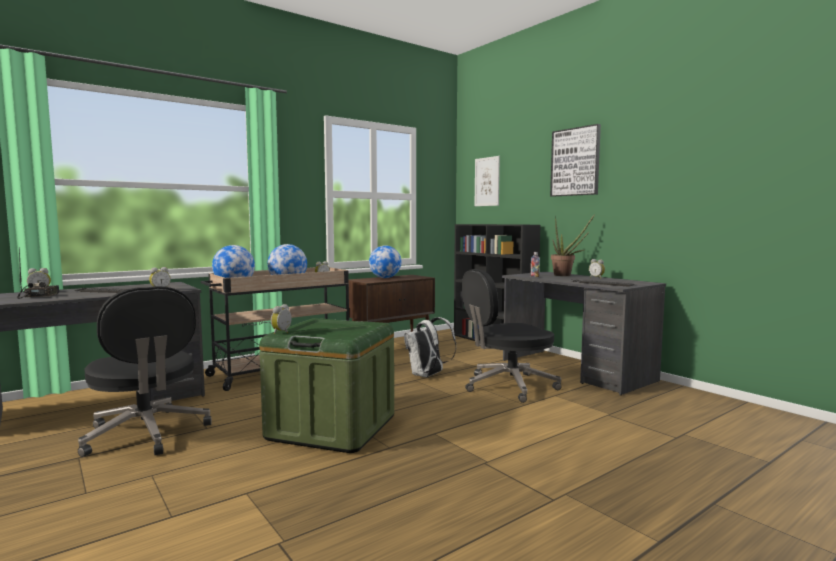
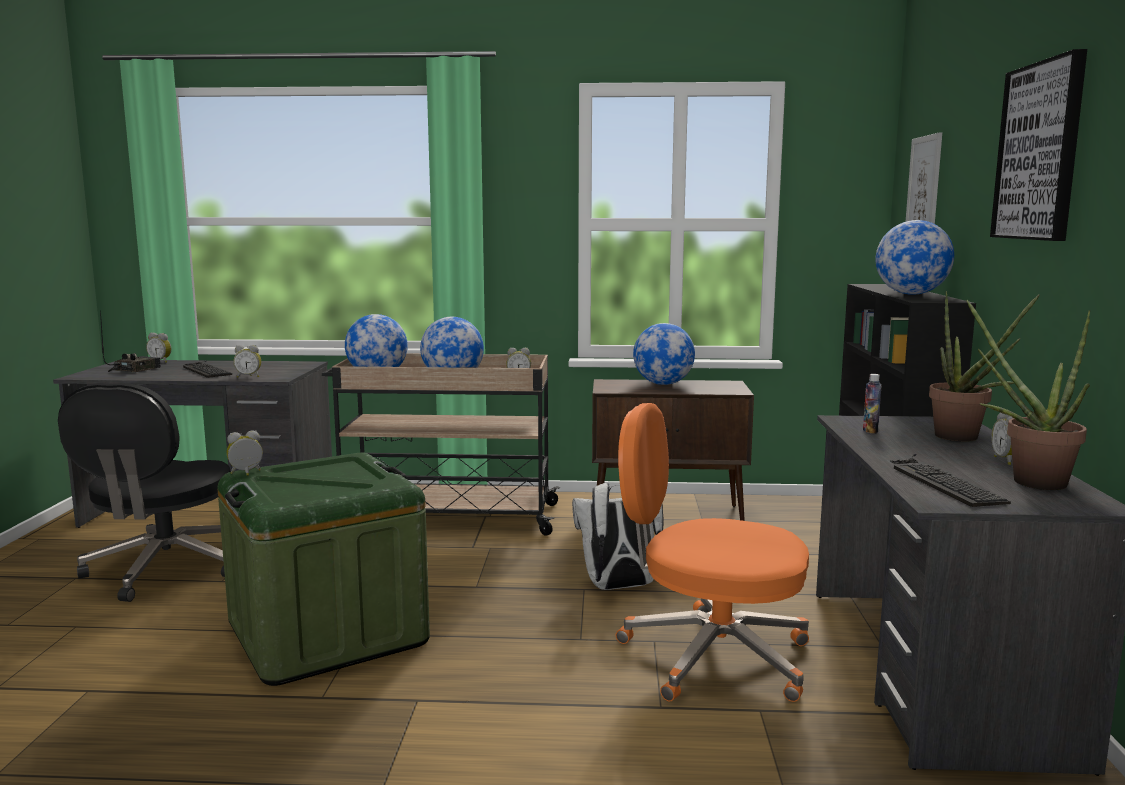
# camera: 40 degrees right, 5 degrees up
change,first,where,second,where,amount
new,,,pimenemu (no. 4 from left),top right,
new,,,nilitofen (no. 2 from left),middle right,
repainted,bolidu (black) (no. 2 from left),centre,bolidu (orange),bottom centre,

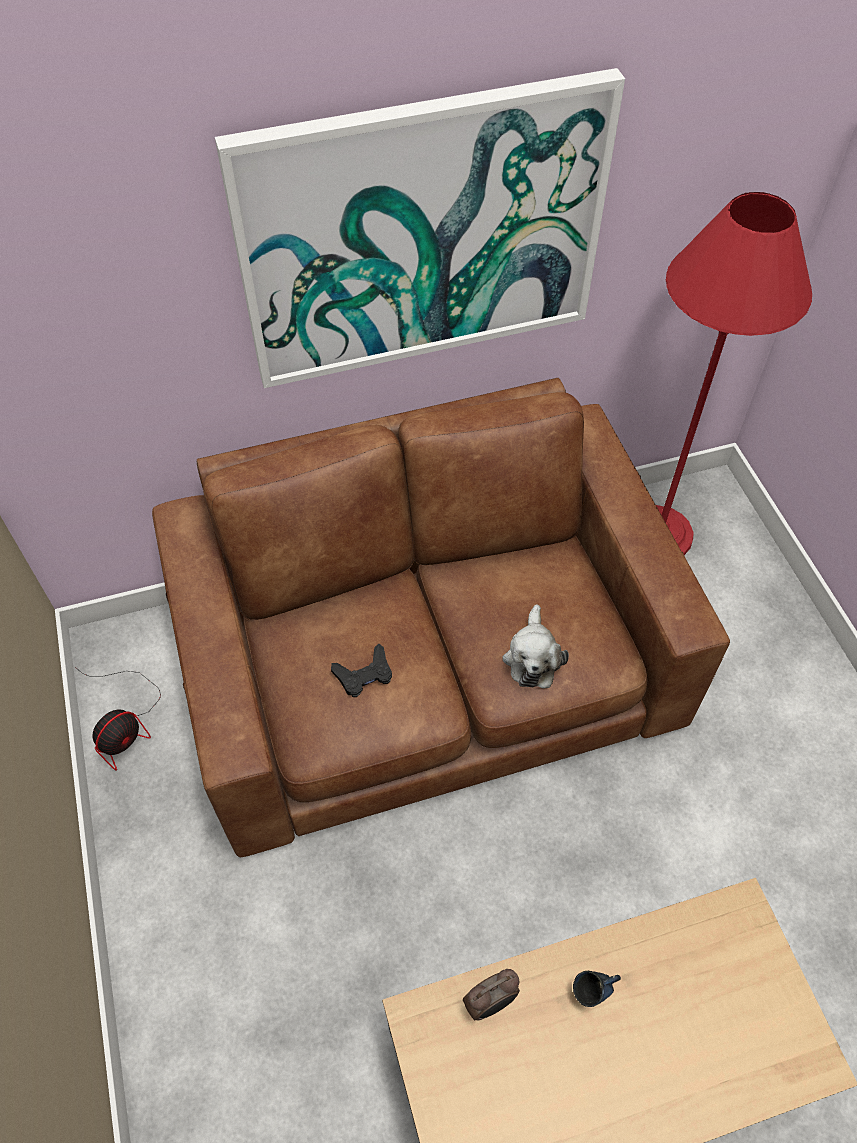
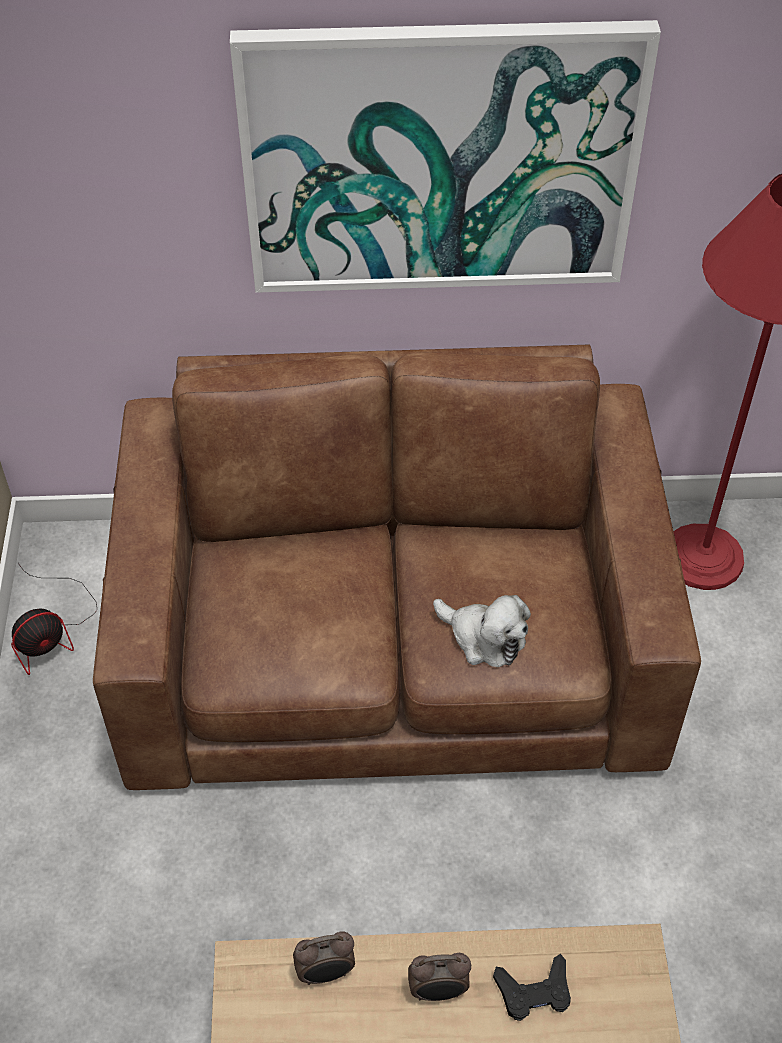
# camera: 15 degrees right, 5 degrees down
change,first,where,second,where,amount
shifted,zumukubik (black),centre,,bottom right,
swapped,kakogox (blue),bottom right,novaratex (no. 2 from left),bottom centre,
rotated,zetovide,centre,,centre,75 degrees counterclockwise

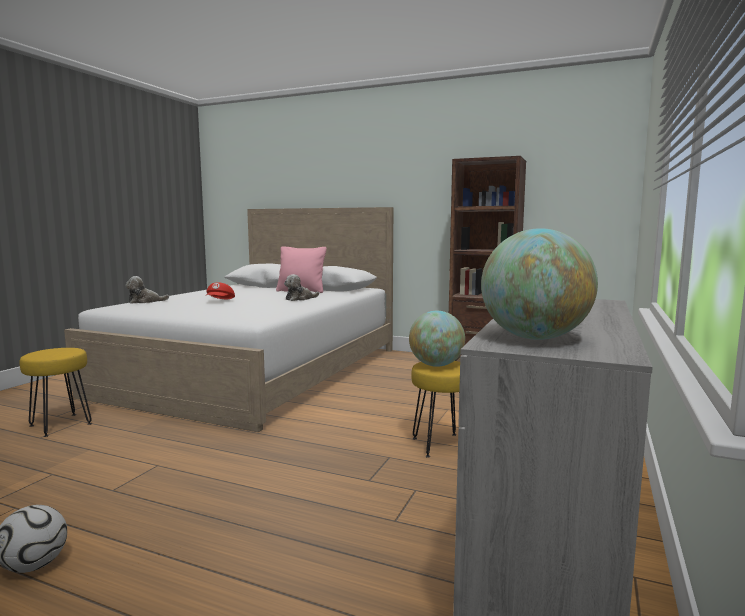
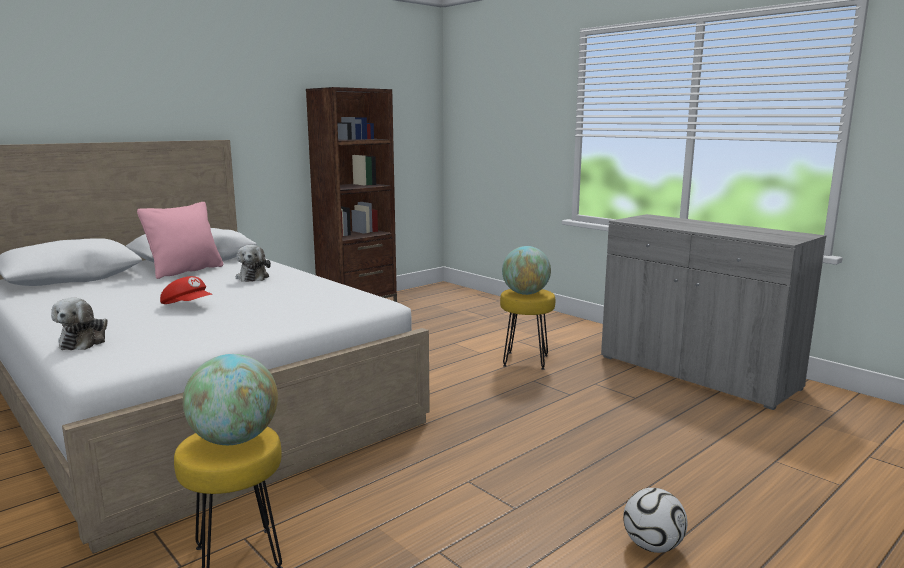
# camera: 65 degrees left, 5 degrees up
change,first,where,second,where,amount
shifted,pimenemu (no. 2 from left in the first image),middle right,pimenemu (no. 1 from left),bottom left,

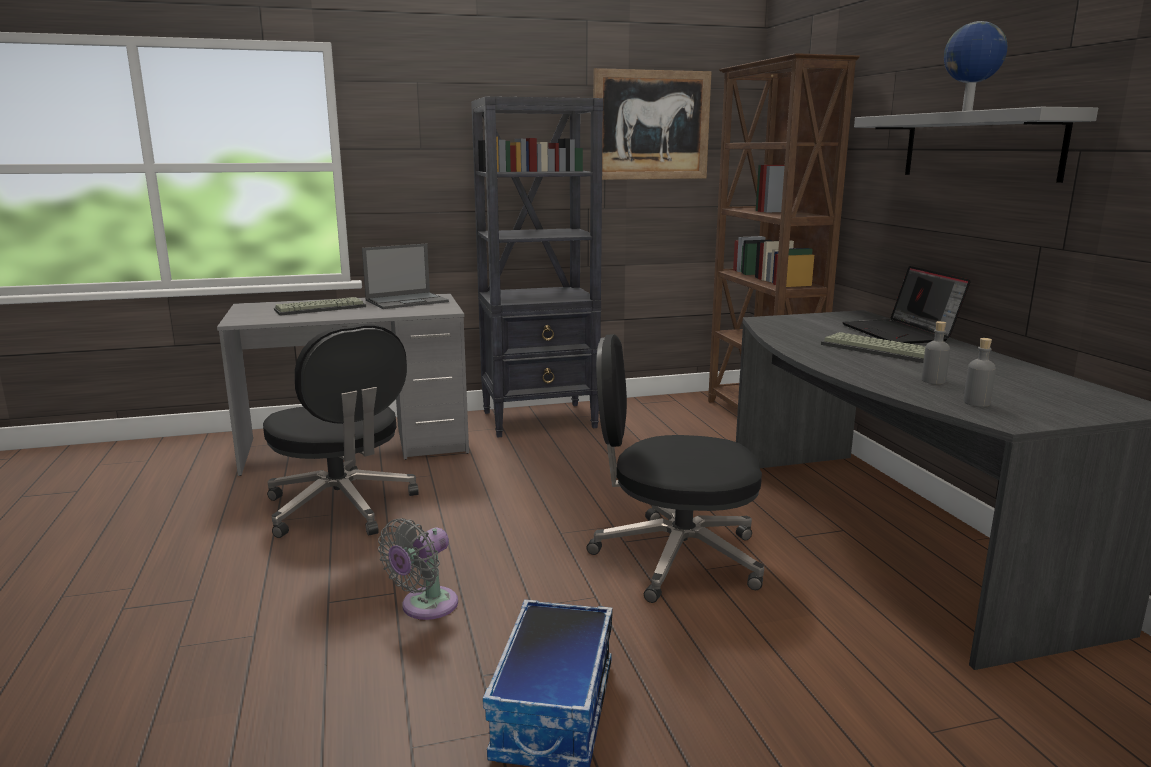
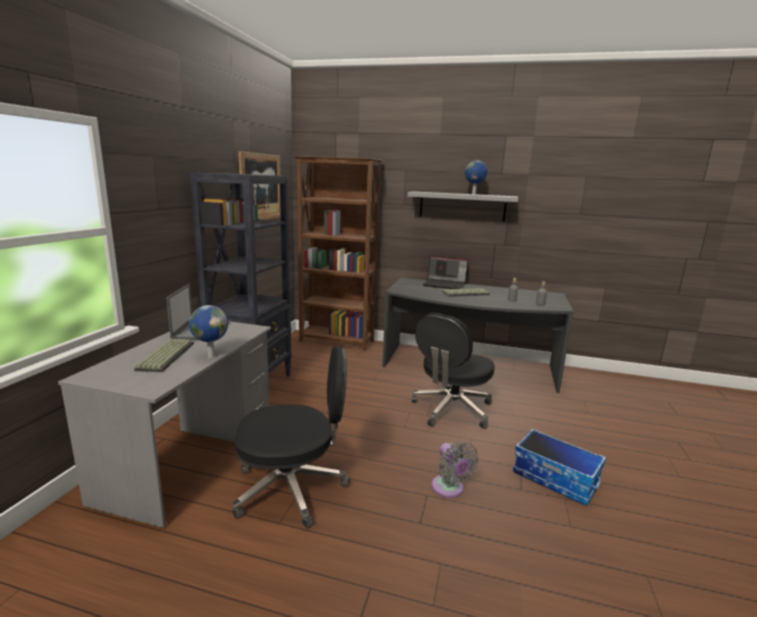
# camera: 60 degrees left, 0 degrees up
change,first,where,second,where,amount
new,,,pimenemu (no. 1 from left),middle left,

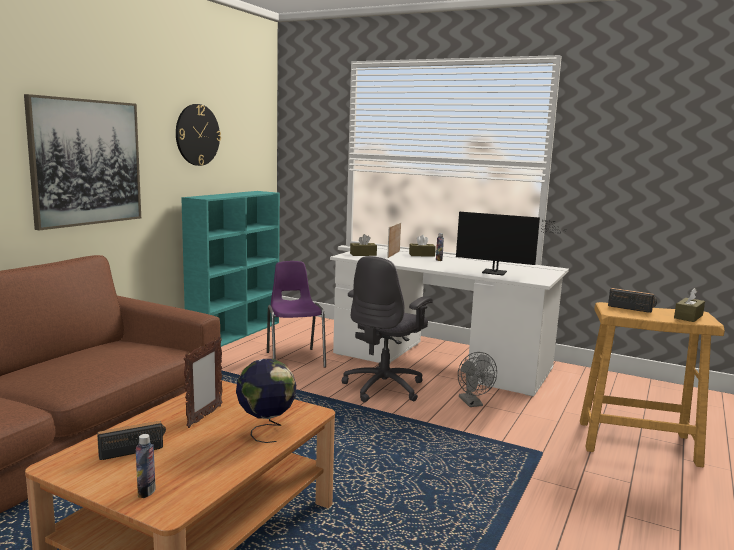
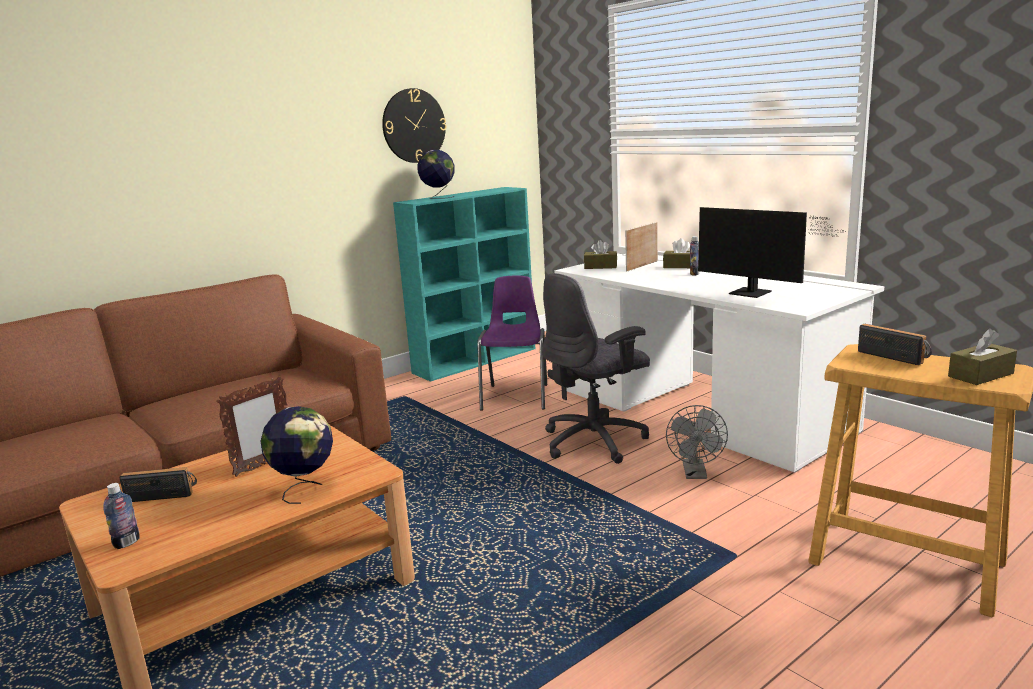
# camera: 25 degrees right, 5 degrees up
change,first,where,second,where,amount
gone,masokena,top left,,,
new,,,pimenemu (no. 2 from left),top centre,

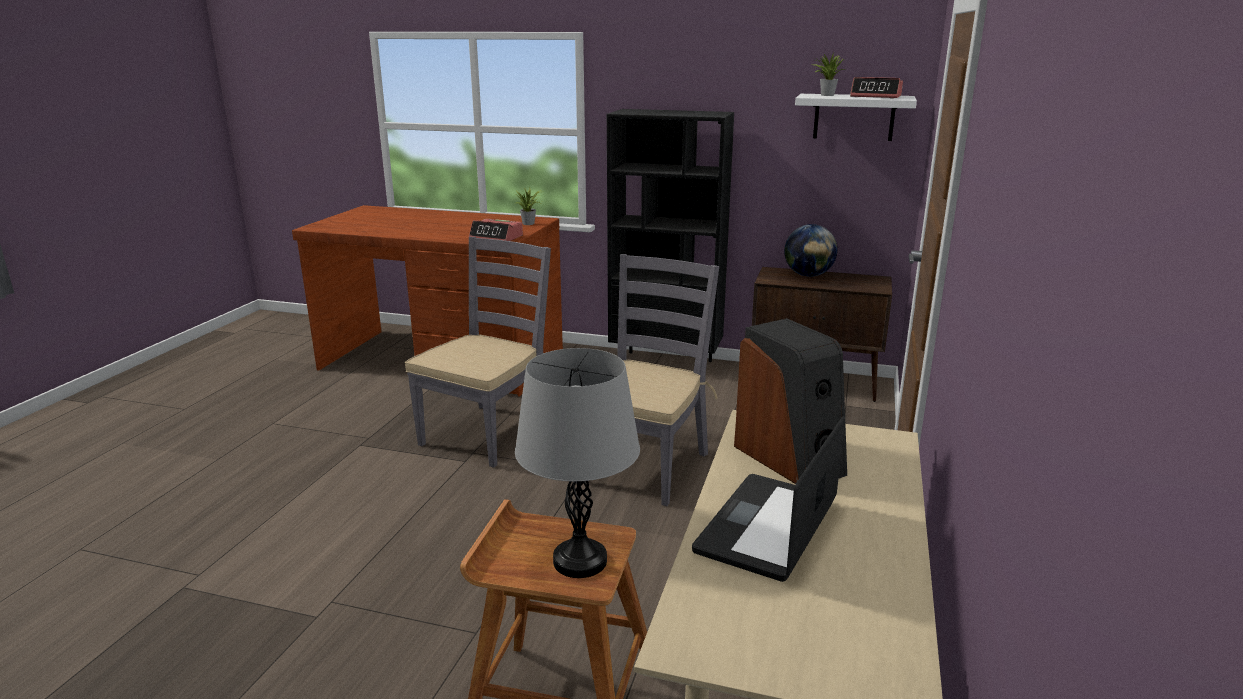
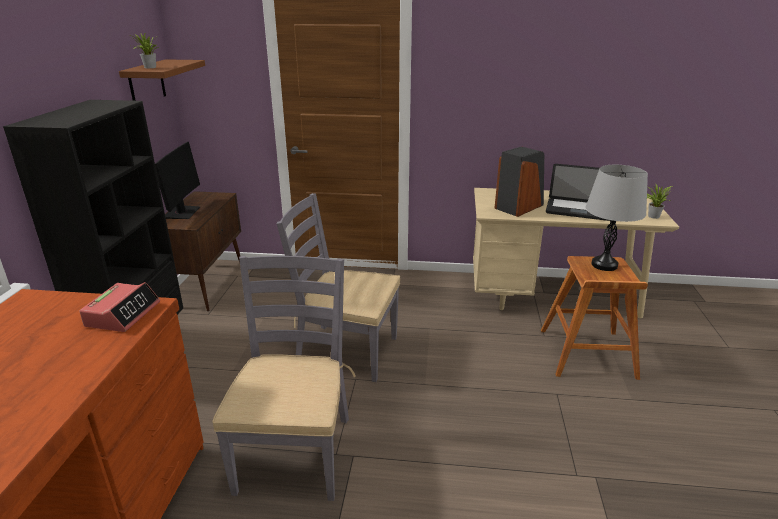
# camera: 100 degrees left, 5 degrees up
change,first,where,second,where,amount
gone,novaratex (no. 2 from left),top right,,,
shifted,nilitofen (no. 1 from left in the first image),top centre,nilitofen (no. 2 from left),middle right,
swapped,pimenemu,centre,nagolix,middle left,
repainted,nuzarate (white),top right,nuzarate (brown),top left,
rotated,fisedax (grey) (no. 1 from left),centre,,bottom centre,75 degrees clockwise

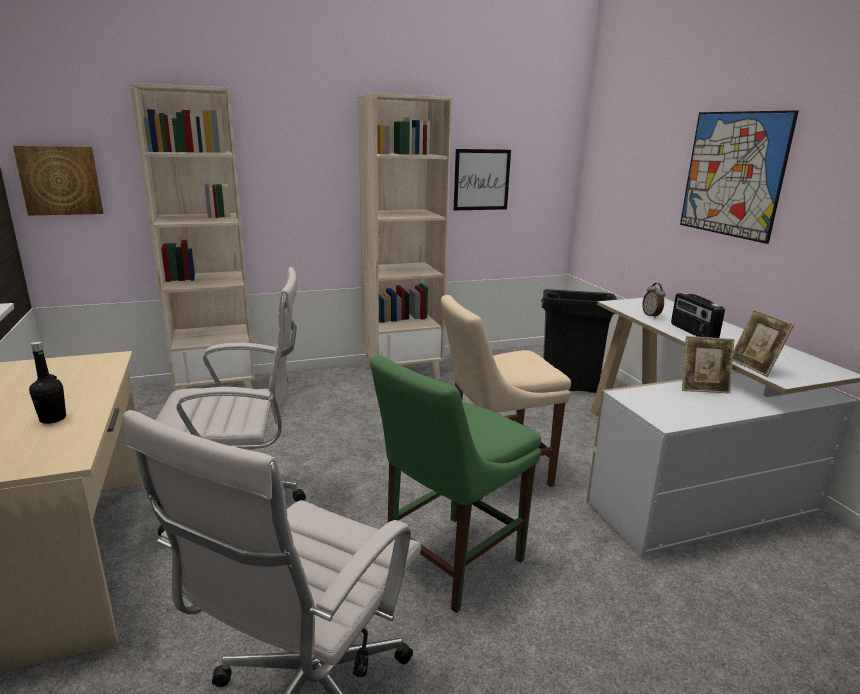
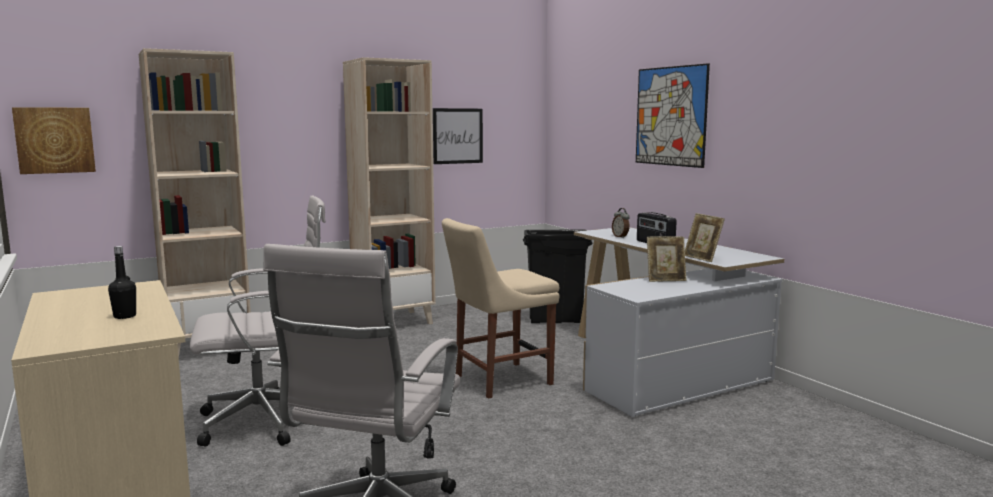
# camera: 10 degrees left, 10 degrees down
change,first,where,second,where,amount
gone,fisedax (green),bottom centre,,,

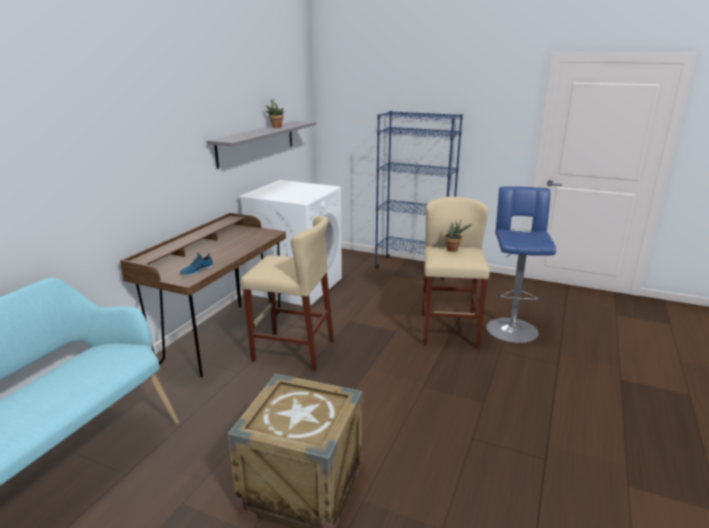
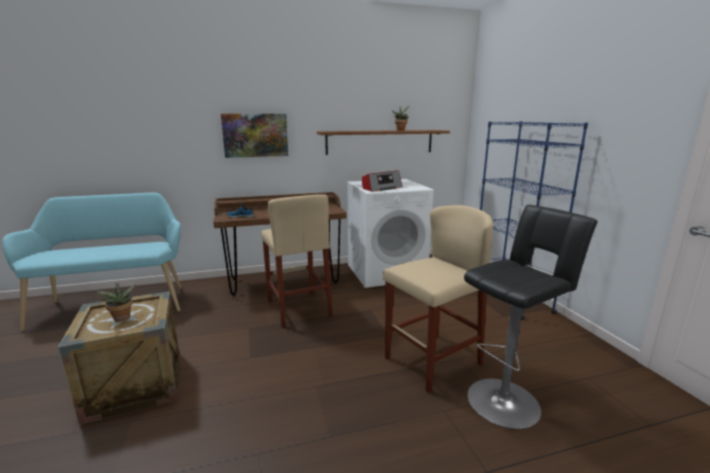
# camera: 50 degrees right, 5 degrees down
change,first,where,second,where,amount
new,,,masokena,top centre,
new,,,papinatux,centre,
shifted,nilitofen (no. 2 from left in the first image),centre,nilitofen (no. 1 from left),middle left,
repainted,nuzarate (grey),top centre,nuzarate (brown),top centre,
repainted,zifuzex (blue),middle right,zifuzex (black),bottom right,

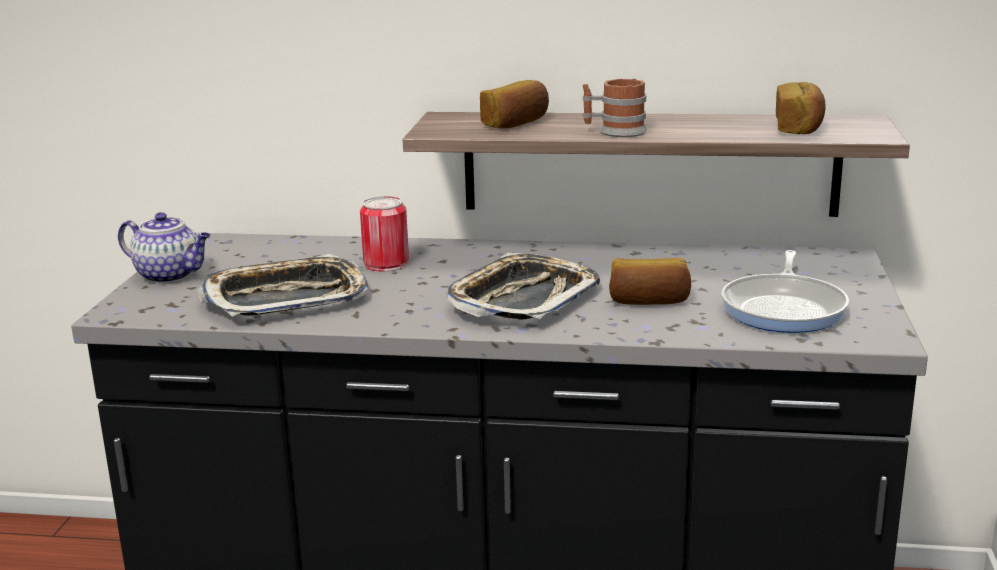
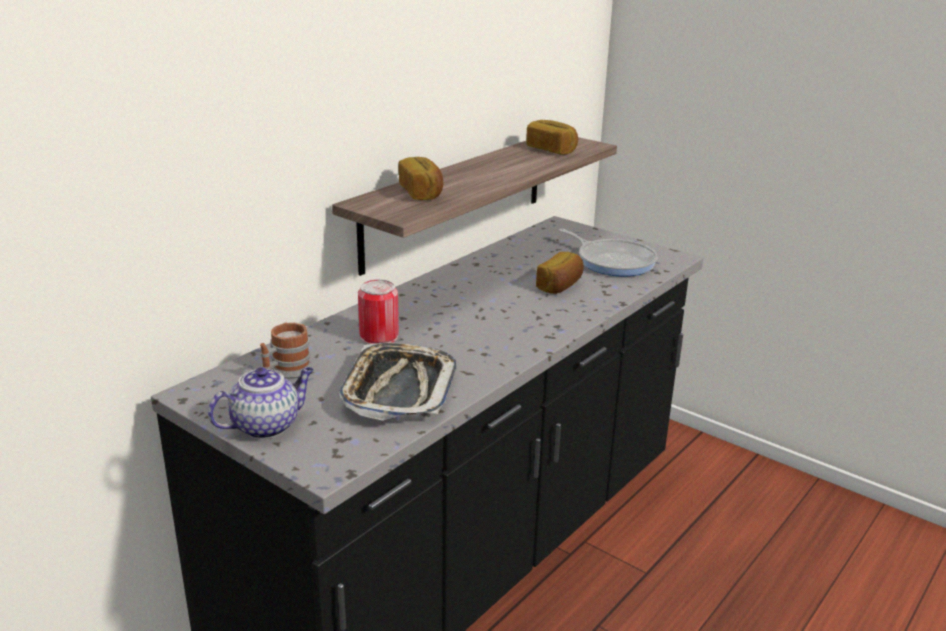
# camera: 60 degrees left, 5 degrees up
change,first,where,second,where,amount
gone,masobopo (no. 2 from left),centre,,,
shifted,kakogox,top centre,,middle left,

